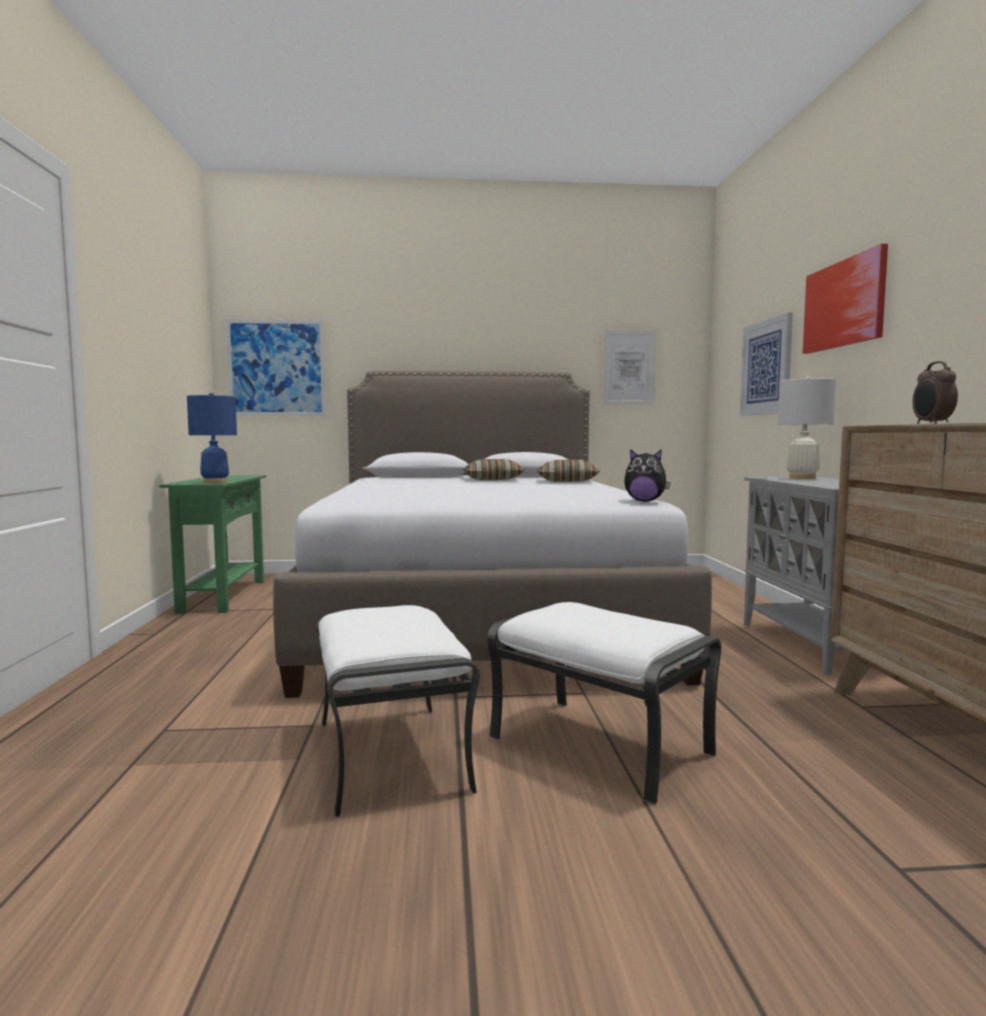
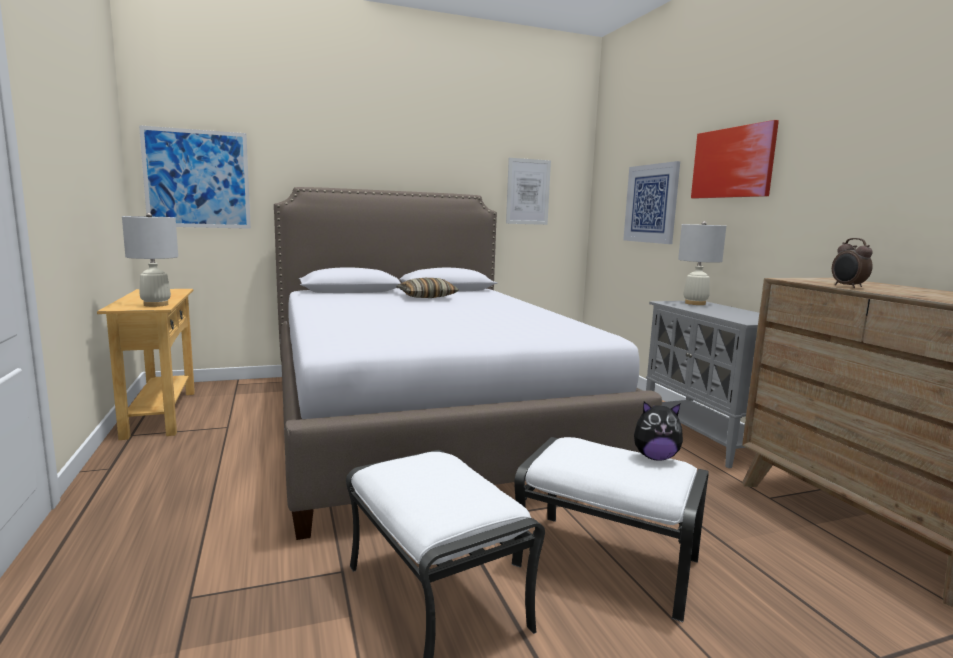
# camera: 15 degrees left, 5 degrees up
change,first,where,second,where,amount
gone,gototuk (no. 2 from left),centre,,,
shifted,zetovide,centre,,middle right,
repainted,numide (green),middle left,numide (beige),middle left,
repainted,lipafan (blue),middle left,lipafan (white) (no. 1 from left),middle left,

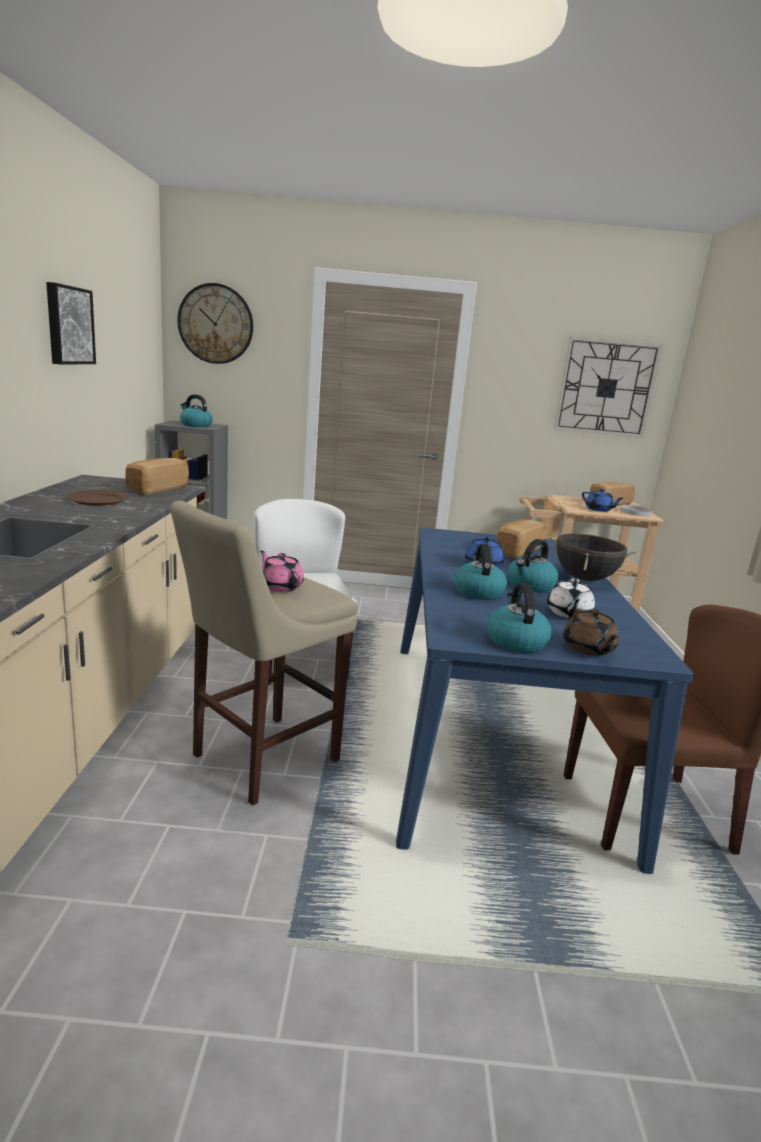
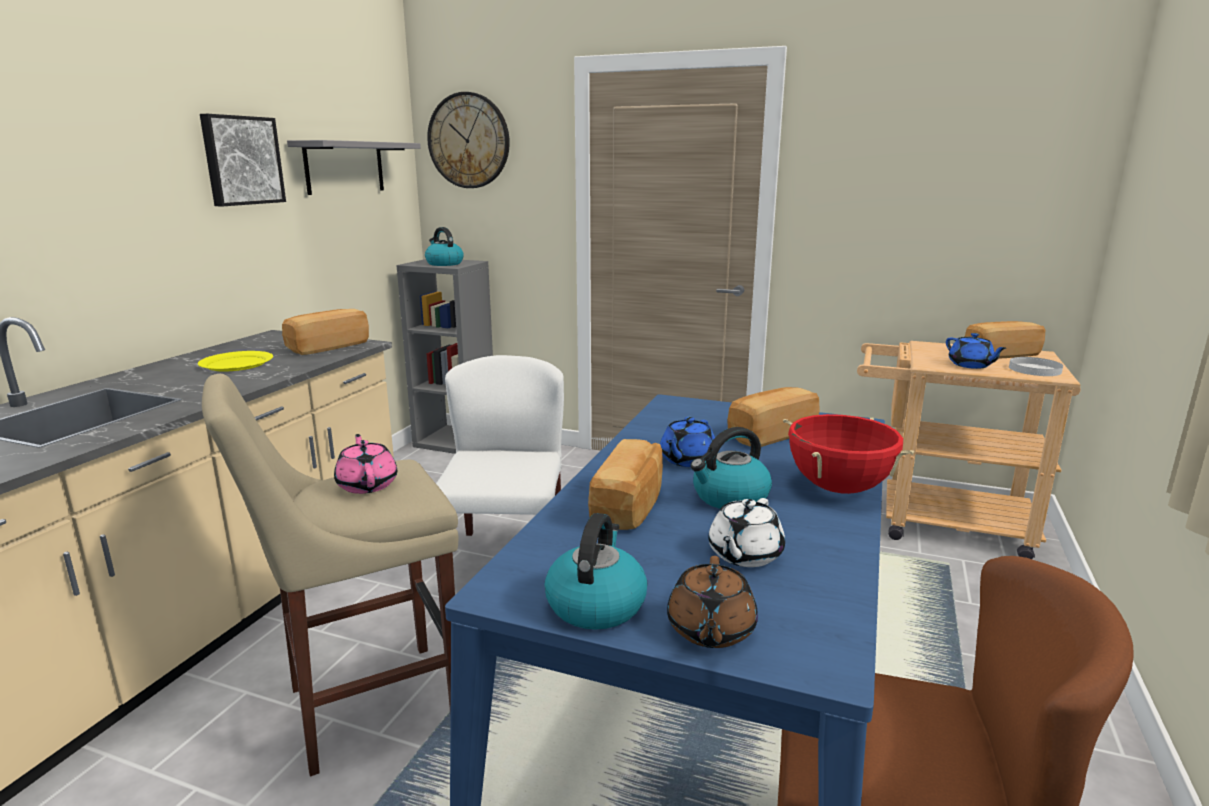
# camera: 20 degrees right, 0 degrees up
change,first,where,second,where,amount
gone,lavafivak (no. 2 from left),middle right,,,
new,,,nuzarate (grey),top left,
swapped,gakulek (no. 2 from left),centre,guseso (no. 2 from left),centre,
repainted,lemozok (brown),middle left,lemozok (yellow),middle left,
repainted,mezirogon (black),middle right,mezirogon (red),middle right,

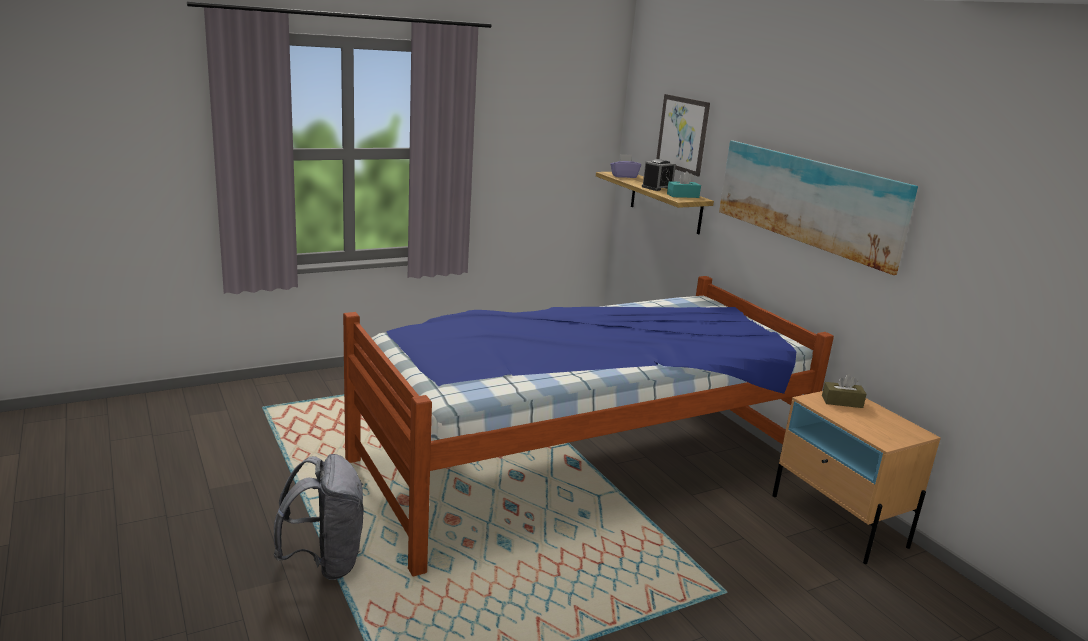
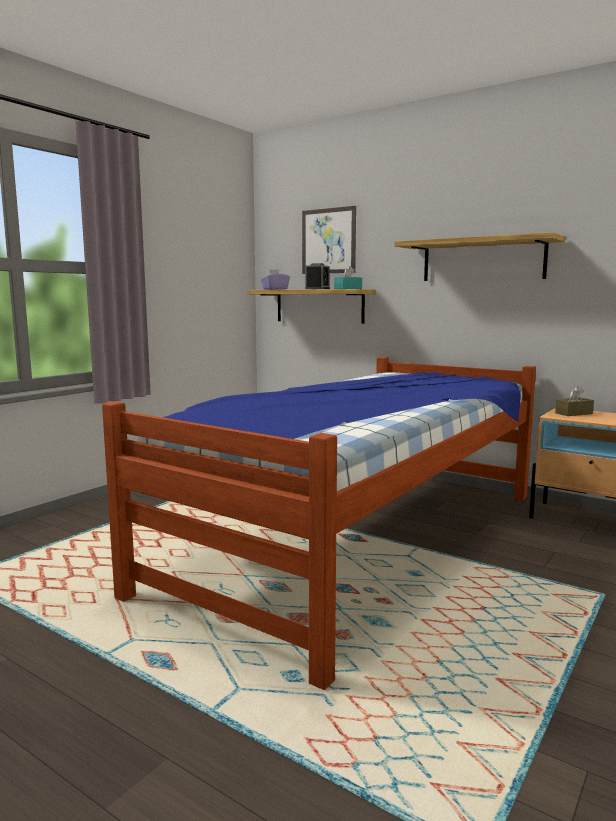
# camera: 25 degrees left, 10 degrees down
change,first,where,second,where,amount
gone,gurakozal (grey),bottom left,,,
swapped,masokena (no. 2 from left),top right,nuzarate (no. 2 from left),top right,

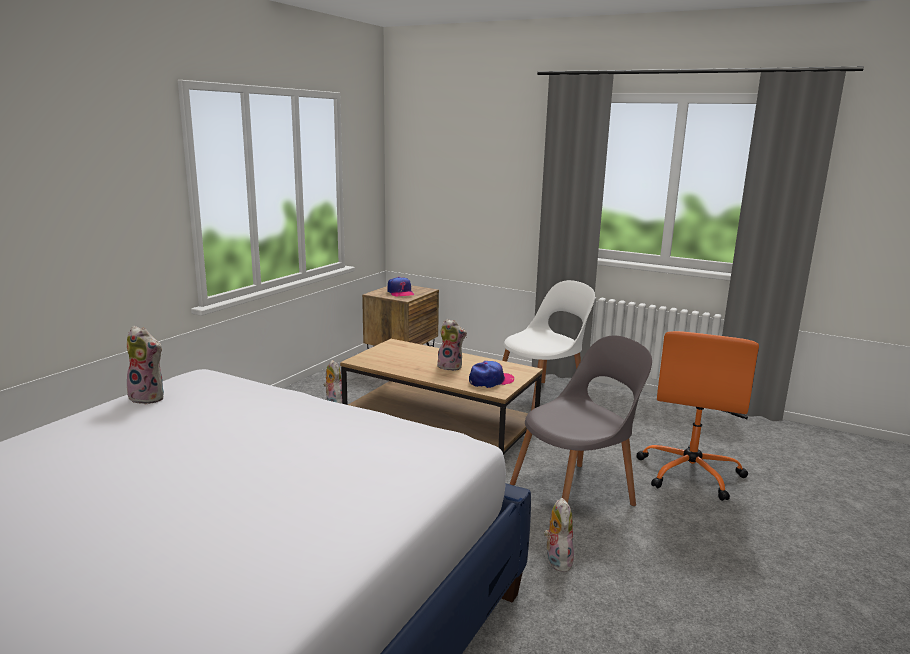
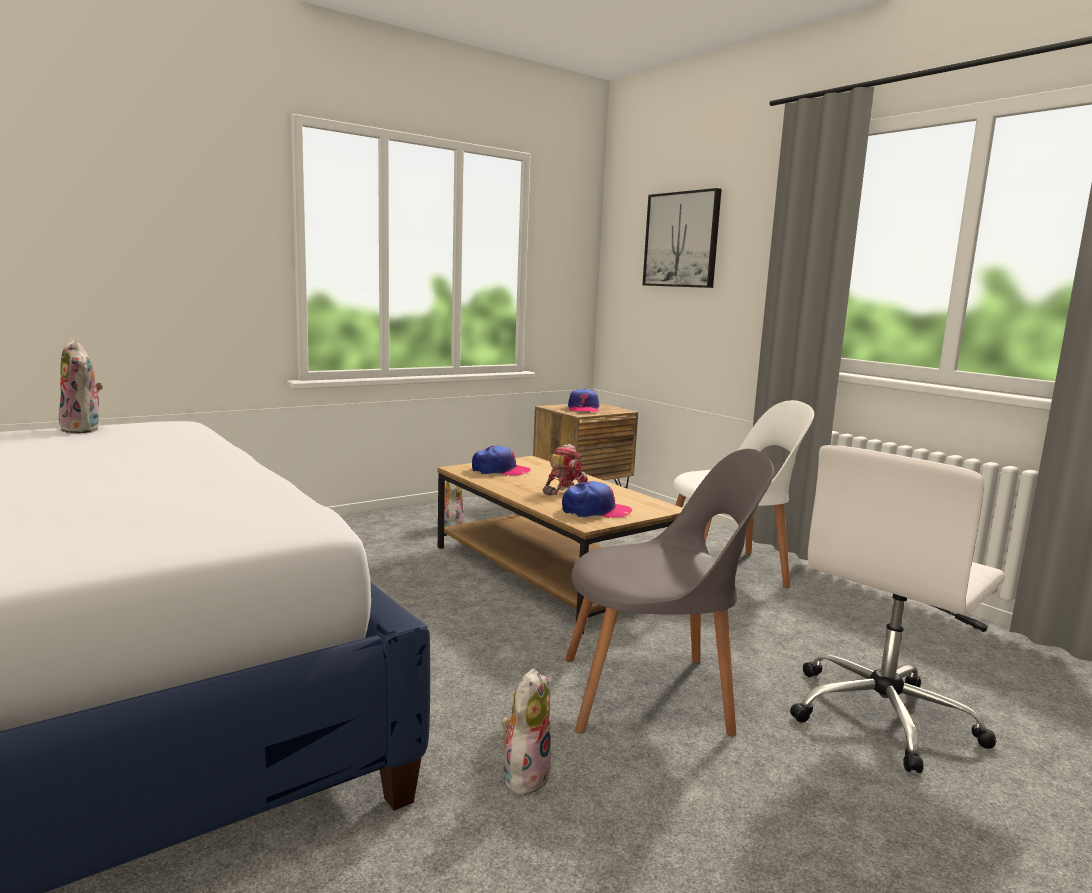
# camera: 25 degrees right, 5 degrees down
change,first,where,second,where,amount
new,,,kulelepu (no. 1 from left),centre,
new,,,masokena,top centre,
swapped,zetovide (no. 3 from left),centre,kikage,centre,
repainted,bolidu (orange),middle right,bolidu (white),bottom right,

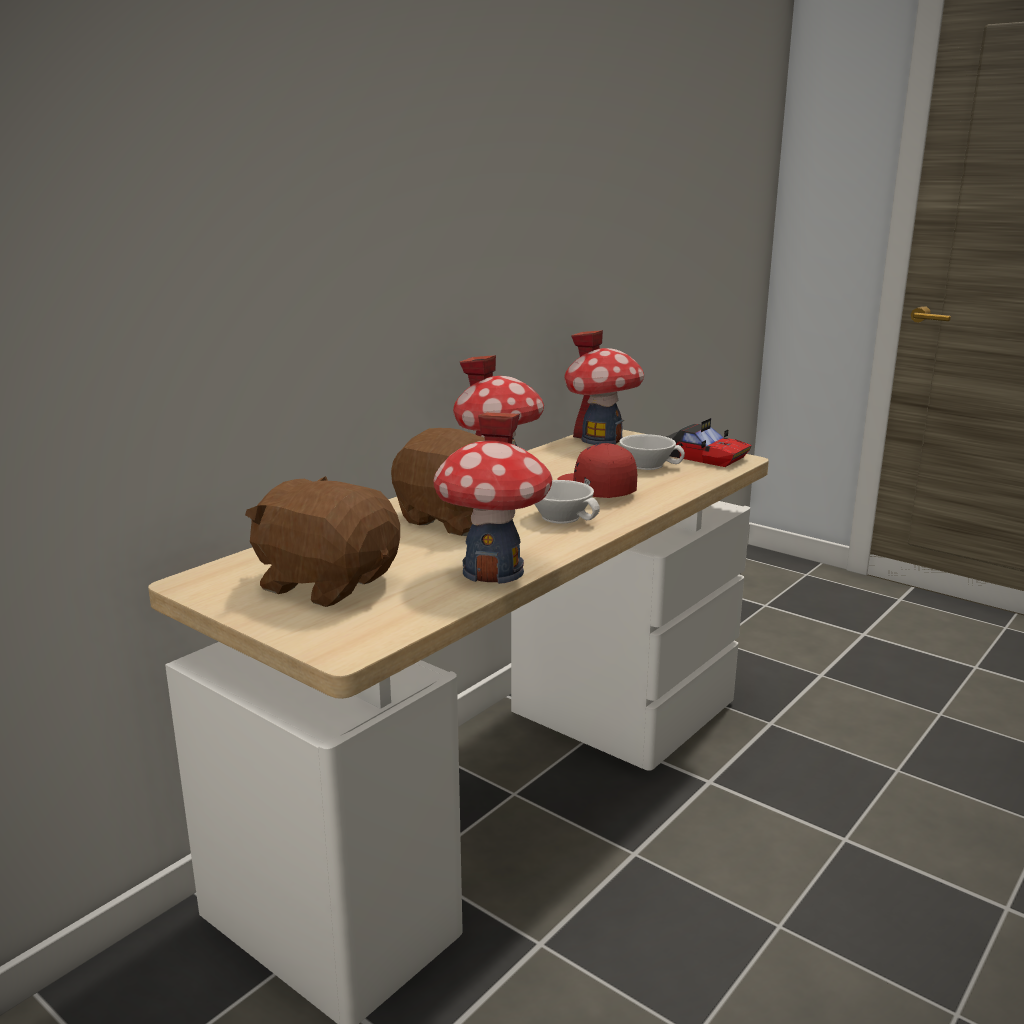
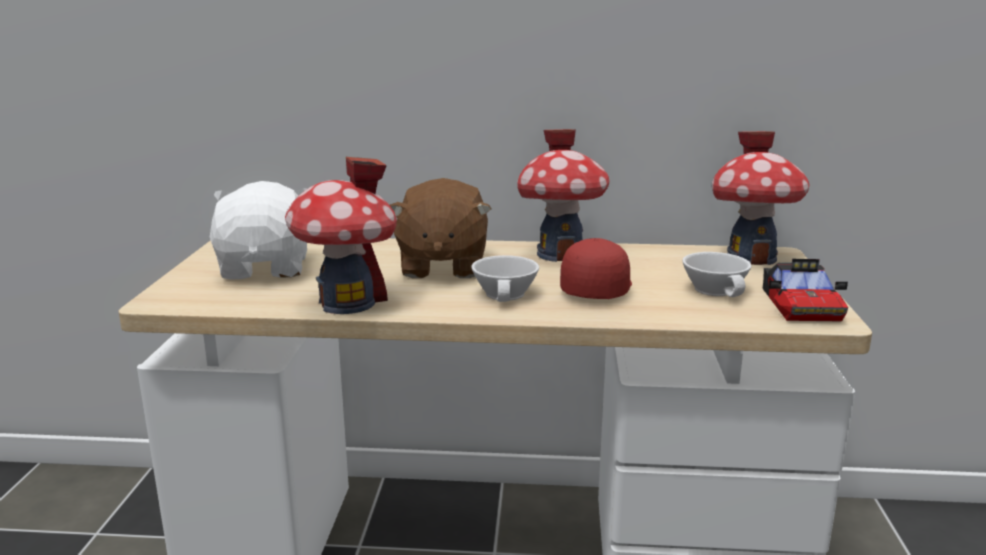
# camera: 55 degrees right, 0 degrees up
change,first,where,second,where,amount
repainted,zetovide (brown) (no. 1 from left),middle left,zetovide (white),middle left,

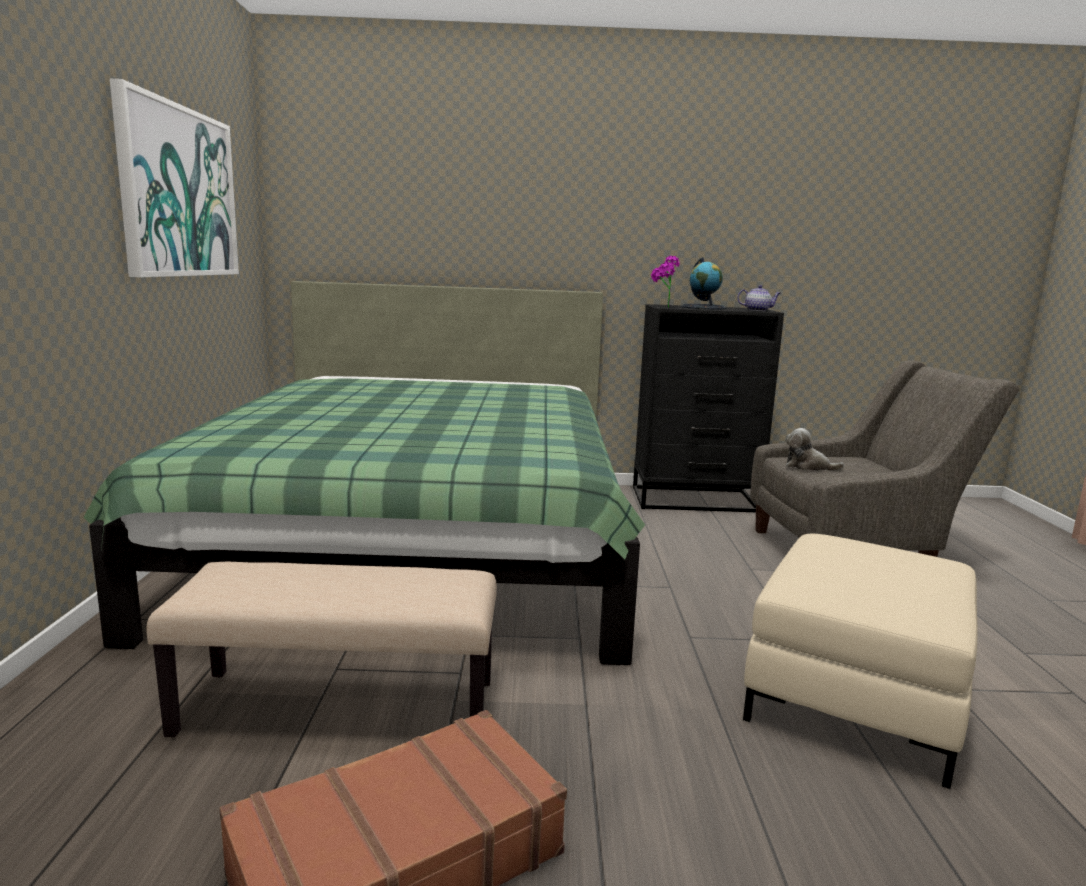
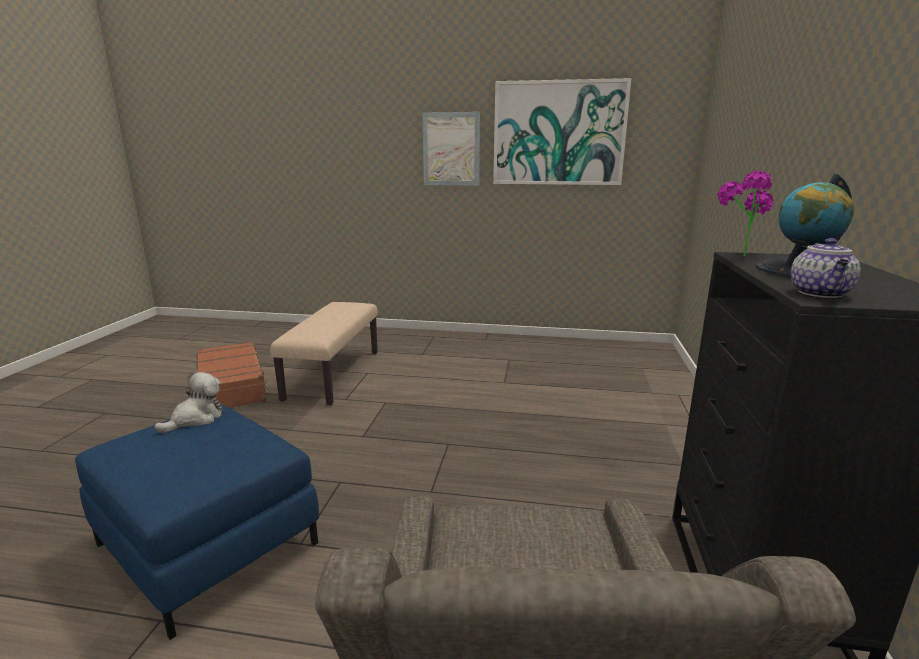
# camera: 100 degrees right, 5 degrees up
change,first,where,second,where,amount
gone,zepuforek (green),centre,,,
new,,,masokena (no. 1 from left),top centre,
shifted,zetovide,middle right,,middle left,
repainted,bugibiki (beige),bottom right,bugibiki (blue),bottom left,

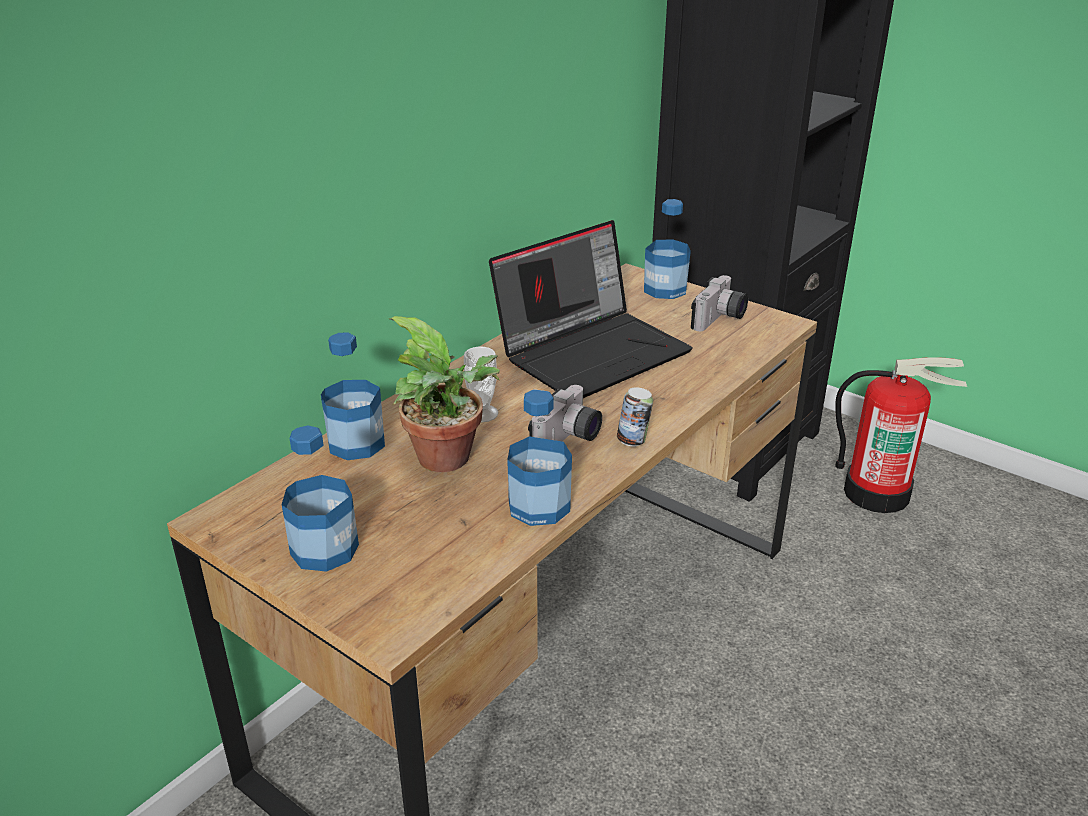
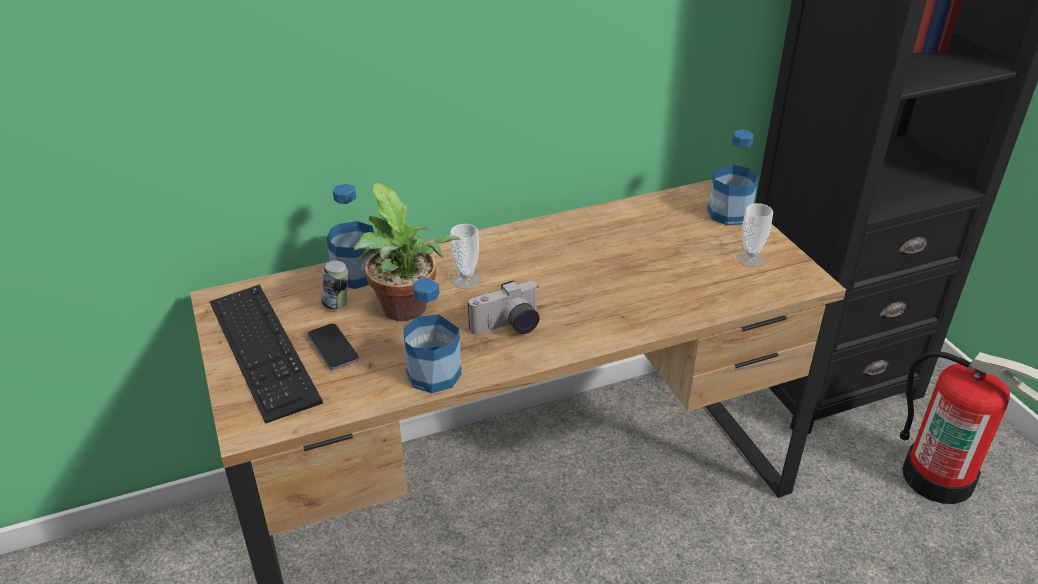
# camera: 30 degrees right, 5 degrees up
change,first,where,second,where,amount
gone,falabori,centre,,,
new,,,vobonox,middle left,
shifted,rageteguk,centre,,middle left,
swapped,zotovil (no. 1 from left),middle left,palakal,middle left,
swapped,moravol (no. 2 from left),centre,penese (no. 2 from left),middle right,

